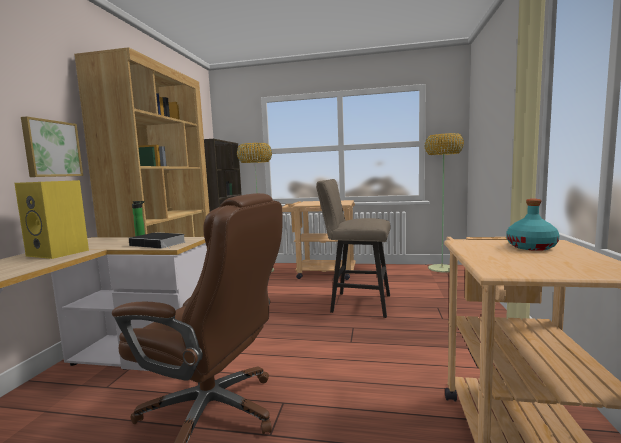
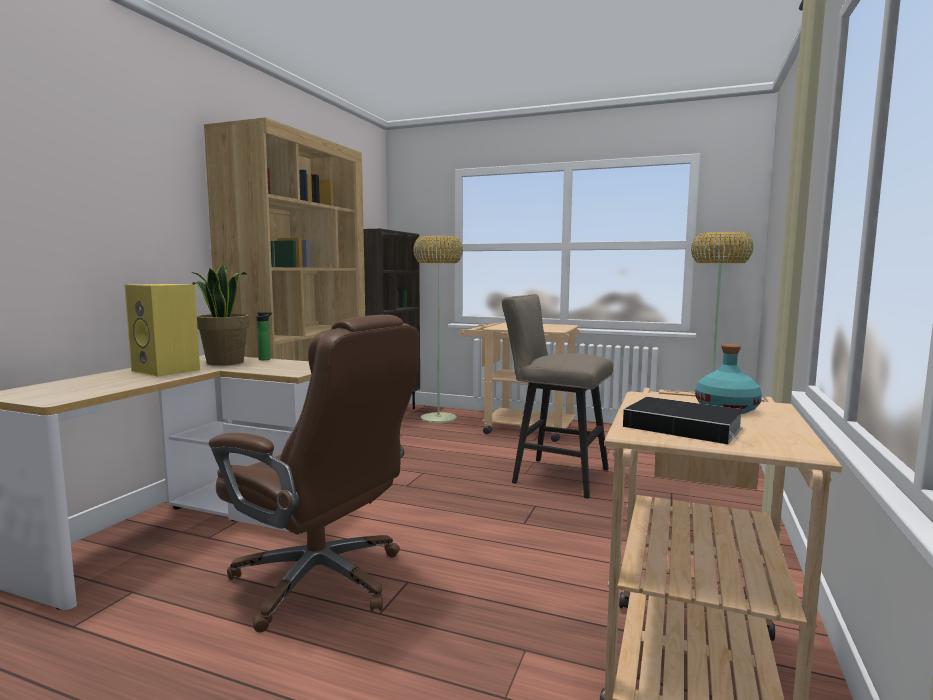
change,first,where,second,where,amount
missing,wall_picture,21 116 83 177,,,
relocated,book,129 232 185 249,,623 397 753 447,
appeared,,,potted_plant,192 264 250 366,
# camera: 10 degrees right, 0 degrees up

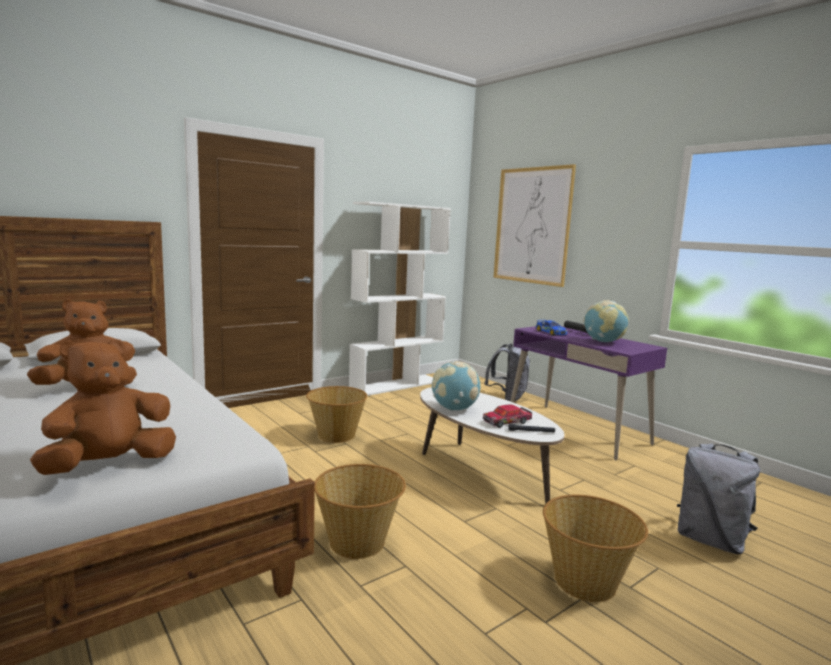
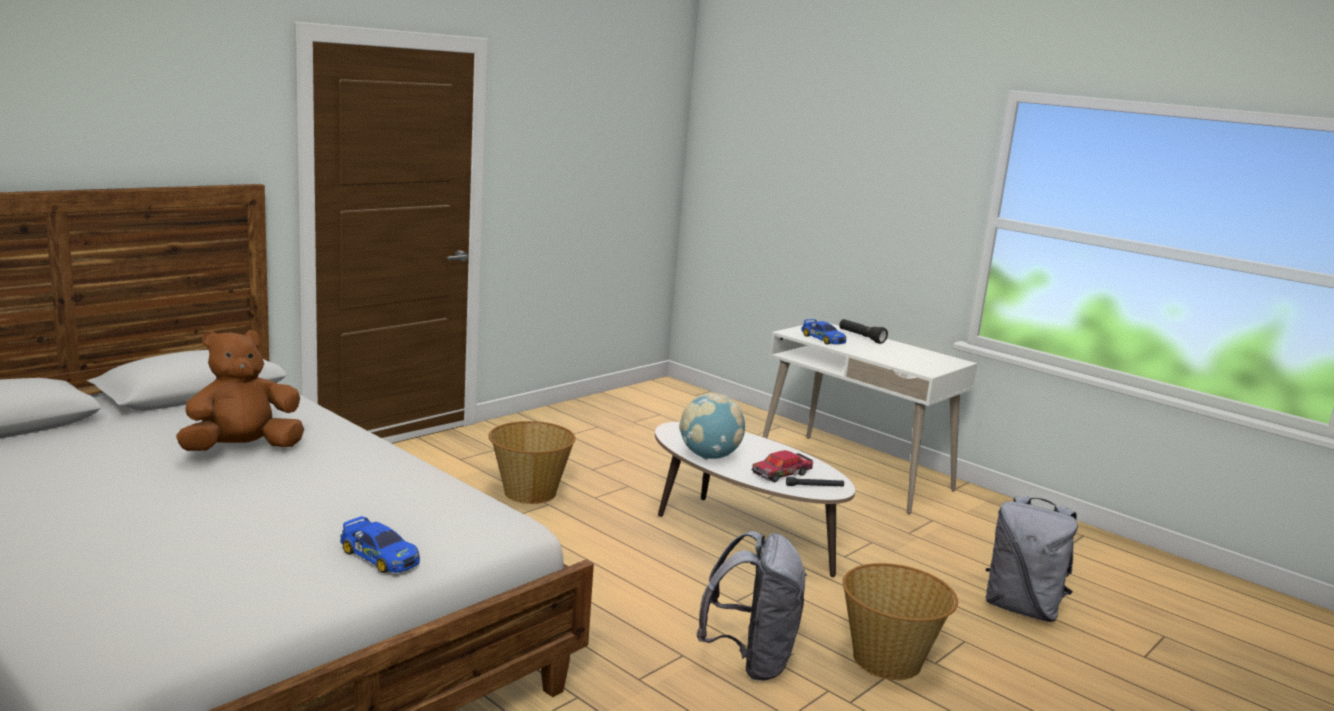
change,first,where,second,where,amount
exchanged,brown_plush_toy,30 339 176 475,miniature_car,340 516 420 573,
missing,storage_basket,315 464 406 559,,,
missing,whitish_bookshelf,349 202 451 396,,,
relocated,grey_backpack,484 343 530 401,,696 531 807 681,
missing,wall_picture,493 164 576 287,,,
colour,purple-coloured_desk_unit,511 326 667 460,whitish_desk_unit,762 323 977 514,
missing,world_globe,583 300 629 342,,,
# camera: 10 degrees left, 5 degrees up

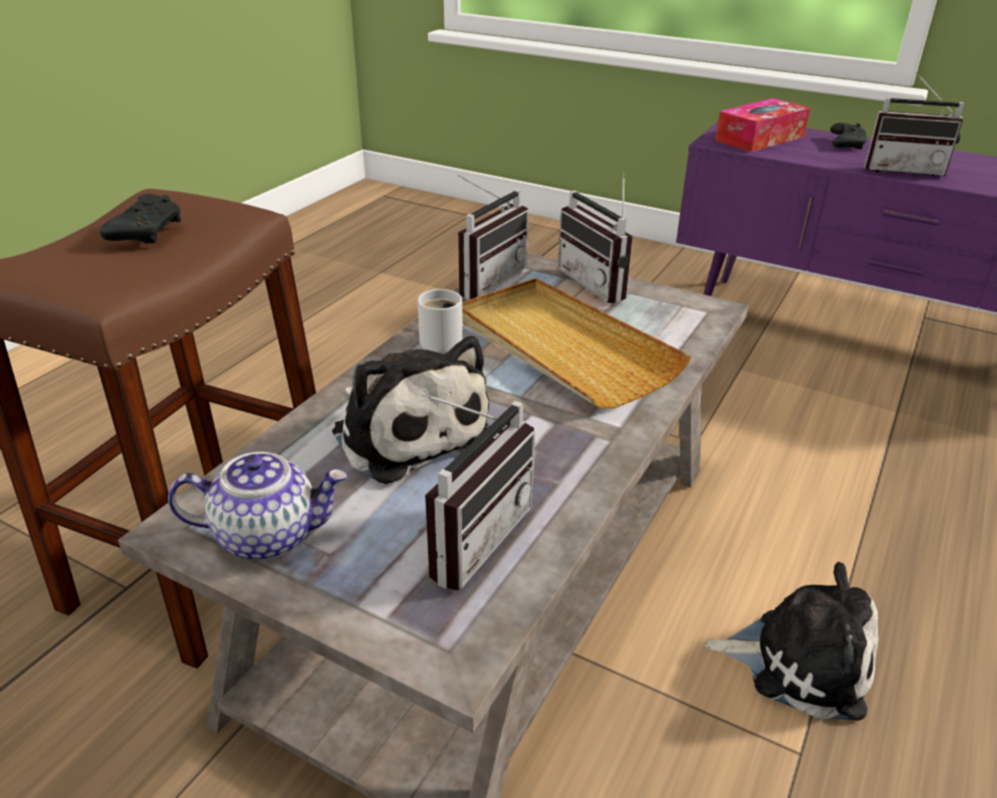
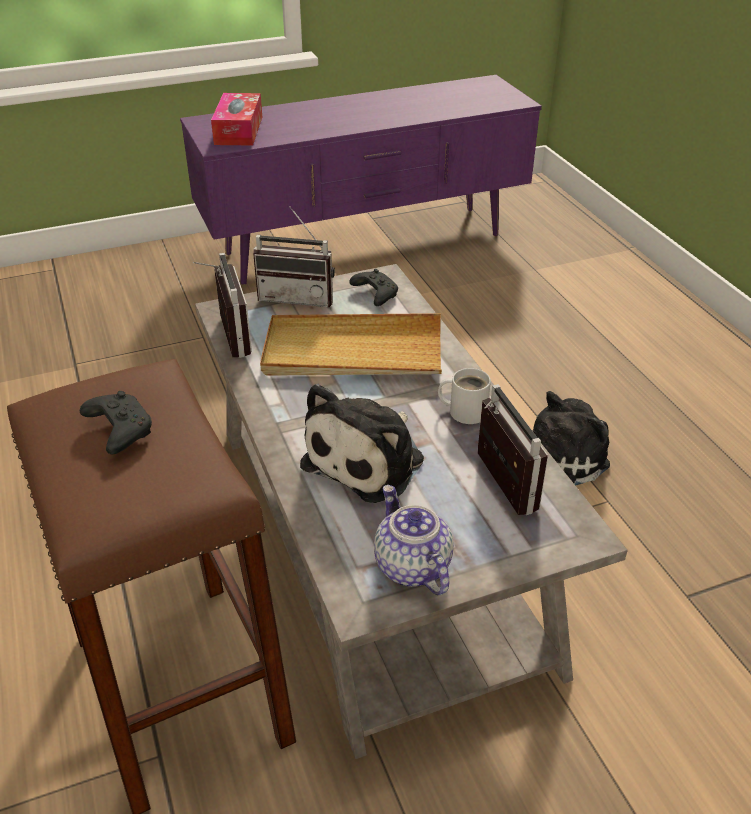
change,first,where,second,where,amount
spun,pot_for_tea,168 452 347 560,,374 485 454 595,60 degrees counterclockwise
spun,plush_toy,332 336 489 484,,300 384 424 503,120 degrees clockwise
relocated,whitish_mug,418 289 463 353,,438 368 491 424,
relocated,blackish_game_controller,830 123 867 149,,350 269 398 306,
missing,radio_receiver,864 72 964 177,,,
# camera: 50 degrees left, 5 degrees up

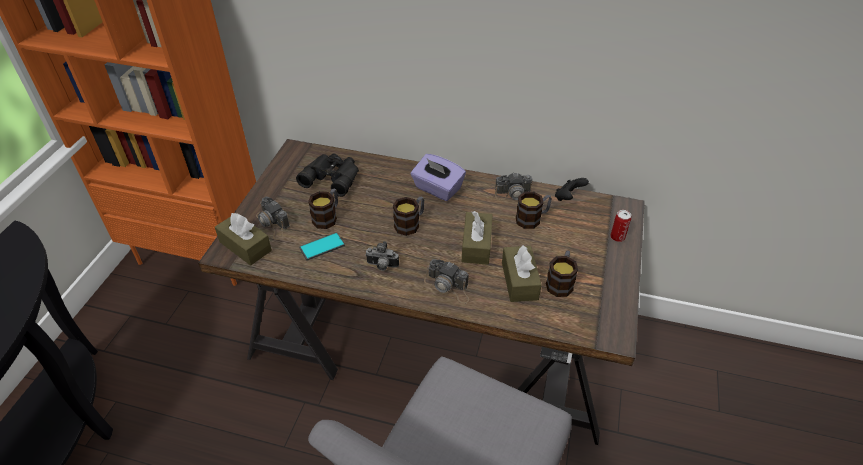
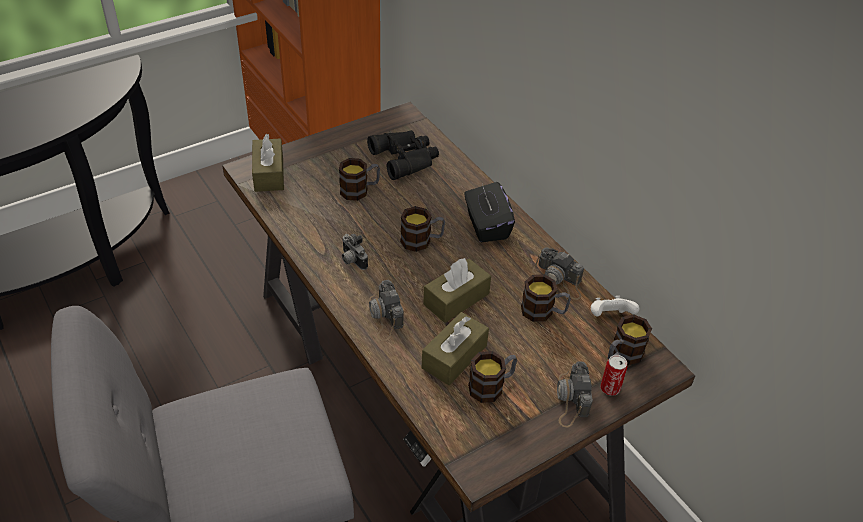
change,first,where,second,where,amount
relocated,photo_camera,256 197 290 240,,557 362 593 427,
missing,handset,299 232 345 261,,,
colour,purple-coloured_box_of_tissues,410 154 466 201,blackish_box_of_tissues,464 182 515 242,
colour,blackish_game_controller,555 178 589 201,whitish_game_controller,591 296 639 316,
appeared,,,mug,608 314 652 365,
# camera: 40 degrees right, 0 degrees up

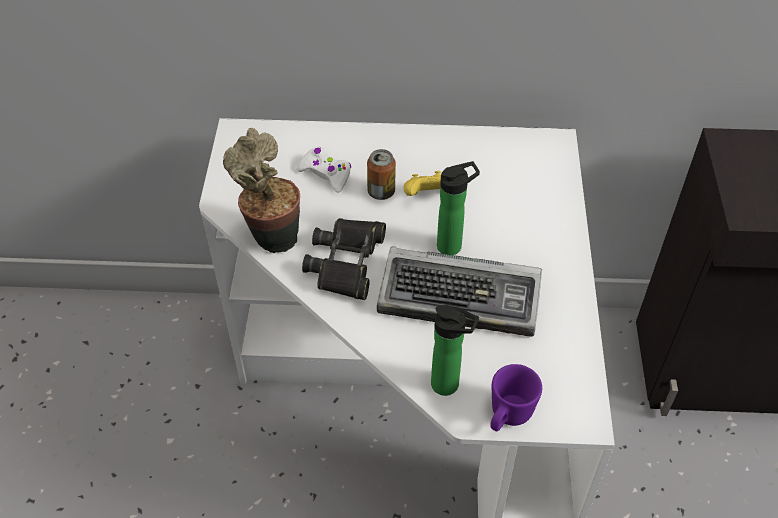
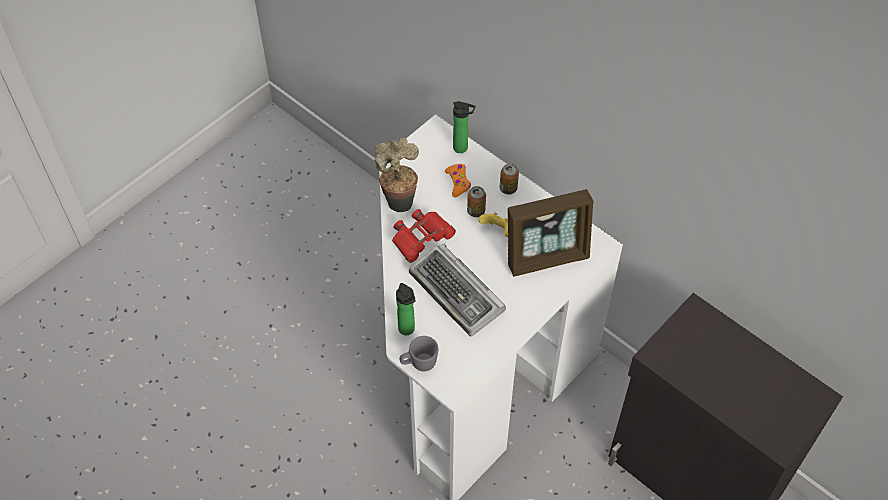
change,first,where,second,where,amount
colour,whitish_game_controller,296 147 351 193,orangey_game_controller,445 164 471 198,
colour,blackish_field_glasses,302 218 386 300,reddish_field_glasses,392 209 456 263,
relocated,beverage_bottle,437 161 480 255,,453 101 475 153,
colour,purple-coloured_mug,490 364 542 431,grey_mug,399 336 438 371,
appeared,,,metal_can,500 164 519 194,
appeared,,,standing_frame,508 189 594 277,
# camera: 40 degrees right, 5 degrees up

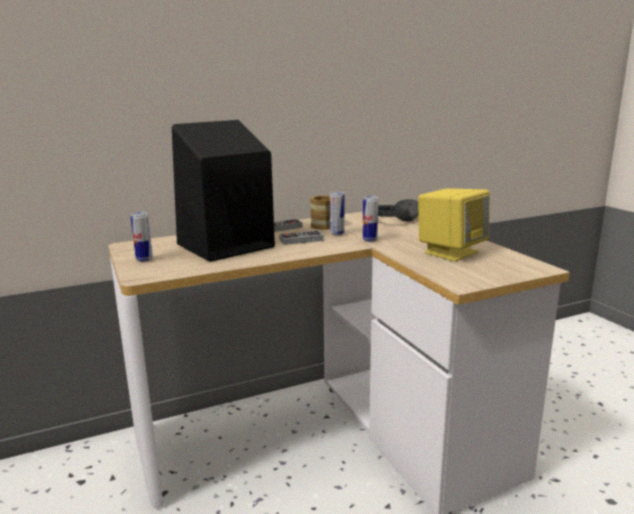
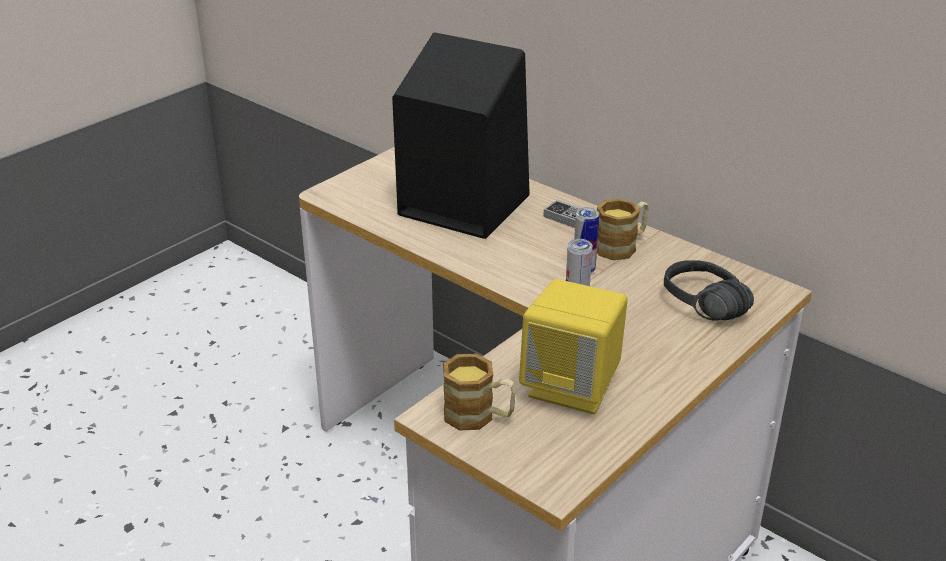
change,first,where,second,where,amount
missing,metal_can,130 212 153 262,,,
missing,game_controller,279 230 324 245,,,
appeared,,,mug,443 354 517 431,
# camera: 65 degrees right, 15 degrees up

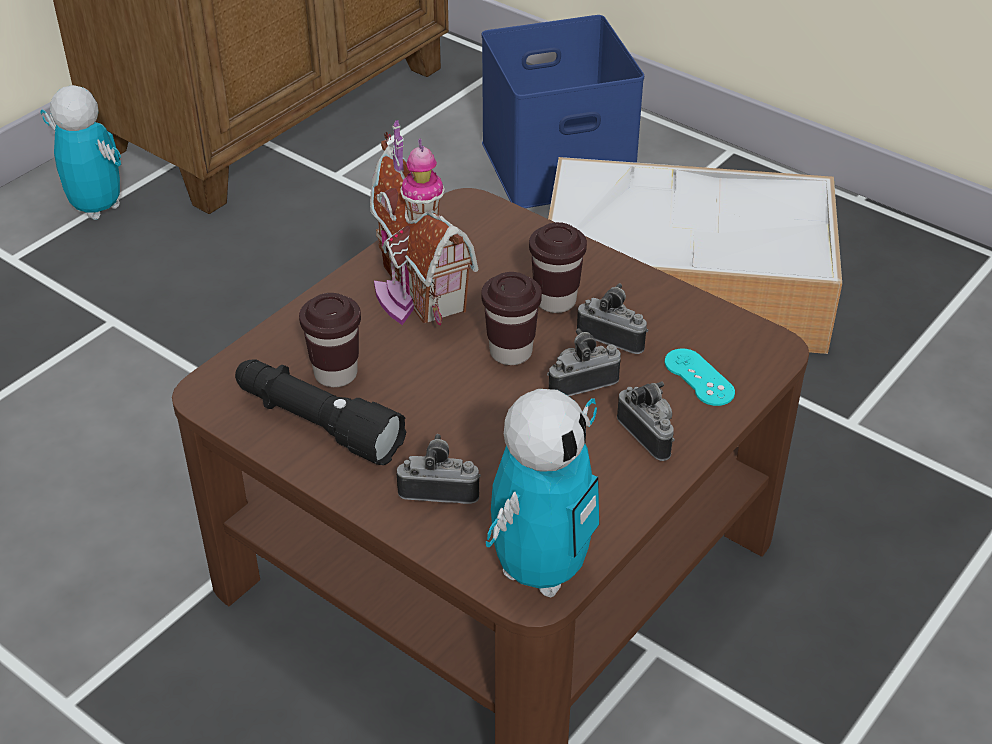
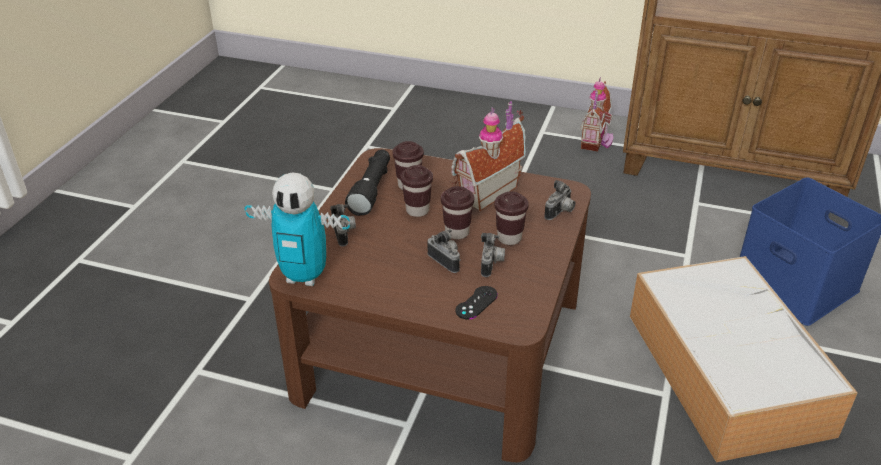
change,first,where,second,where,amount
exchanged,model_robot,40 85 121 220,miniature_house,580 77 613 152,
relocated,photo_camera,617 381 675 461,,544 180 576 220,
colour,turquoise_game_controller,665 348 735 406,blackish_game_controller,455 286 498 319,
appeared,,,brown_cup,401 165 433 217,
# camera: 70 degrees right, 5 degrees down

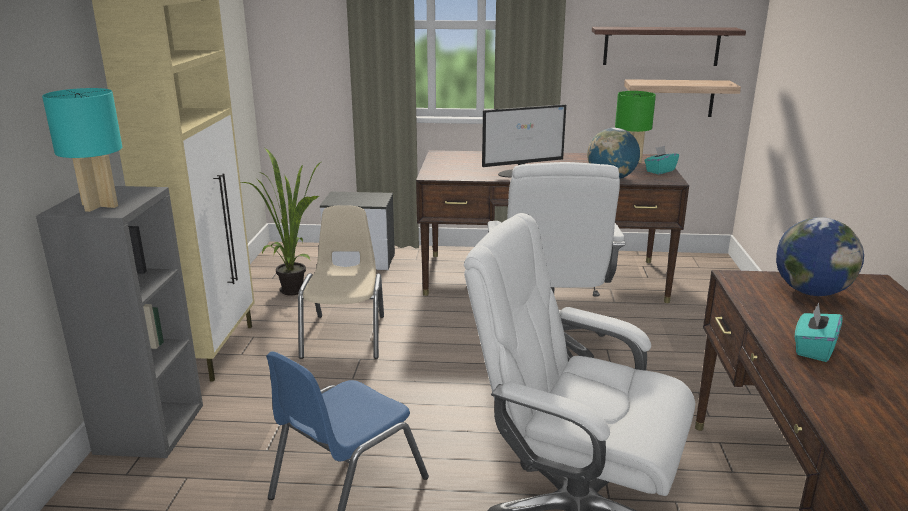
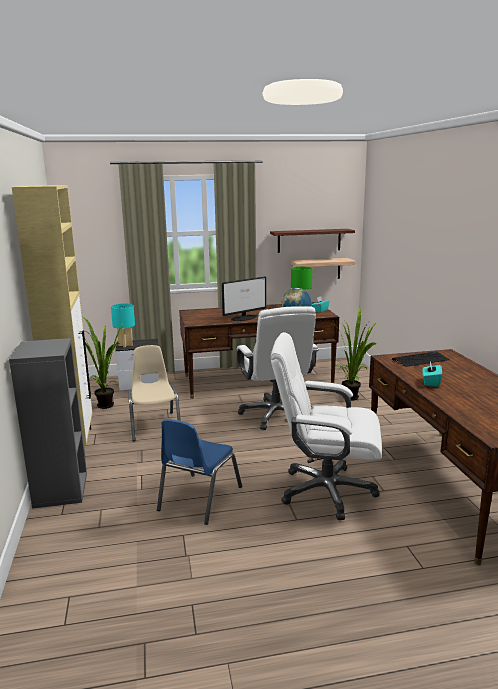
change,first,where,second,where,amount
relocated,turquoise_tabletop_lamp,42 88 122 212,,111 303 135 348,
exchanged,world_globe,776 217 864 296,keyboard,392 352 449 367,
appeared,,,potted_plant,330 307 377 401,
# camera: 15 degrees left, 5 degrees down

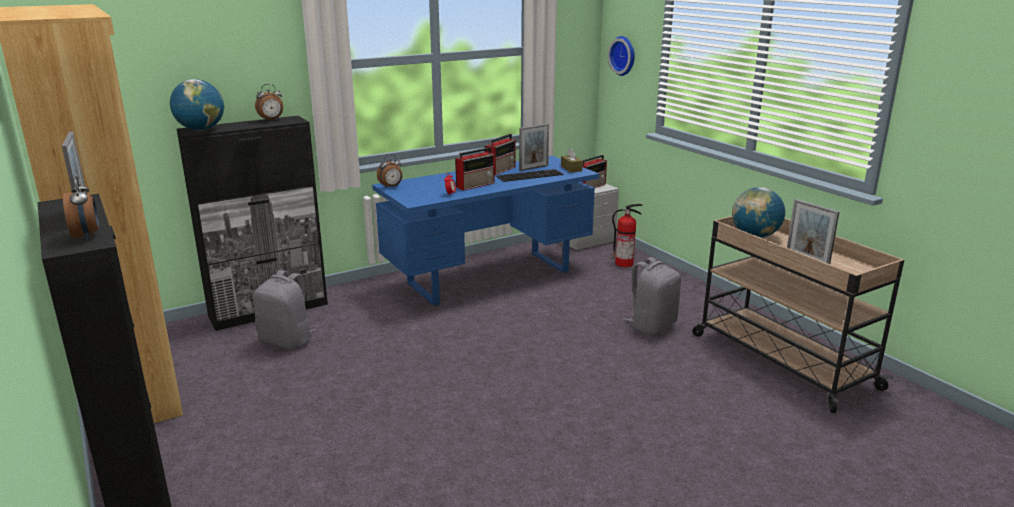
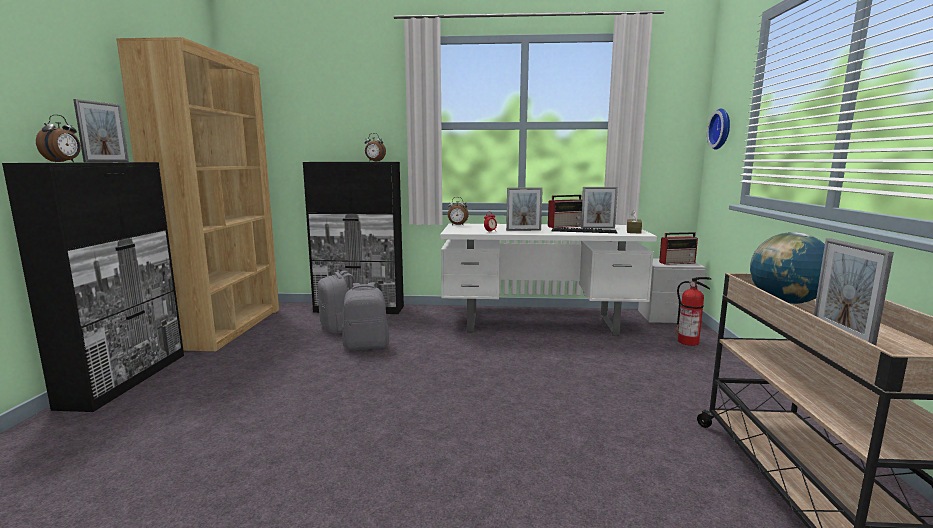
change,first,where,second,where,amount
missing,world_globe,170 79 224 130,,,
colour,blue_desk_unit,372 156 599 306,whitish_desk_unit,440 223 657 336,
exchanged,radio_receiver,455 147 494 191,standing_frame,506 187 543 231,
relocated,grey_backpack,623 257 681 335,,342 282 389 350,
# camera: 35 degrees right, 10 degrees down

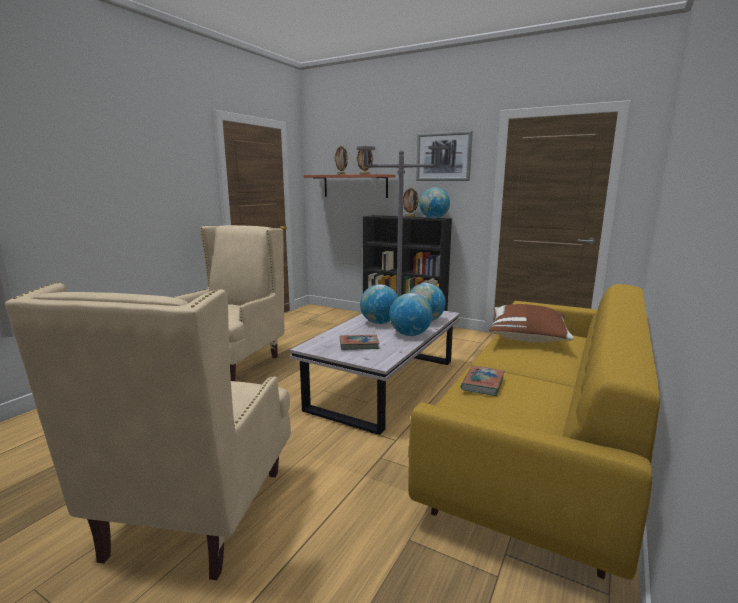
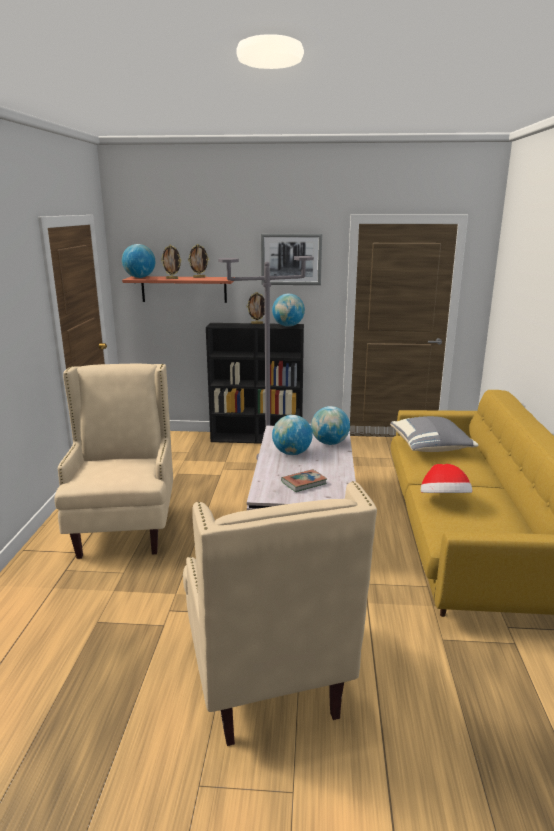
change,first,where,second,where,amount
relocated,world_globe,389 293 433 336,,122 244 155 278,
exchanged,book,461 366 505 396,clothing_hat,421 464 472 493,
colour,brown_throw_pillow,489 304 574 342,grey_throw_pillow,390 416 479 452,
# camera: 25 degrees left, 5 degrees up

